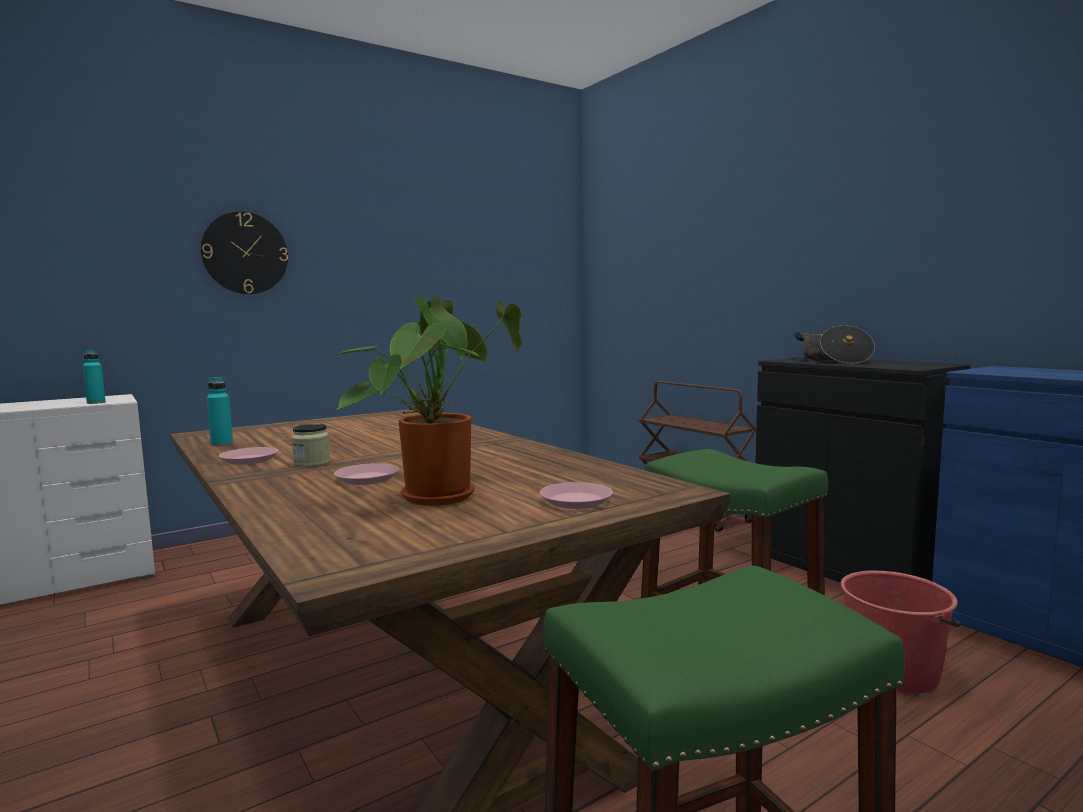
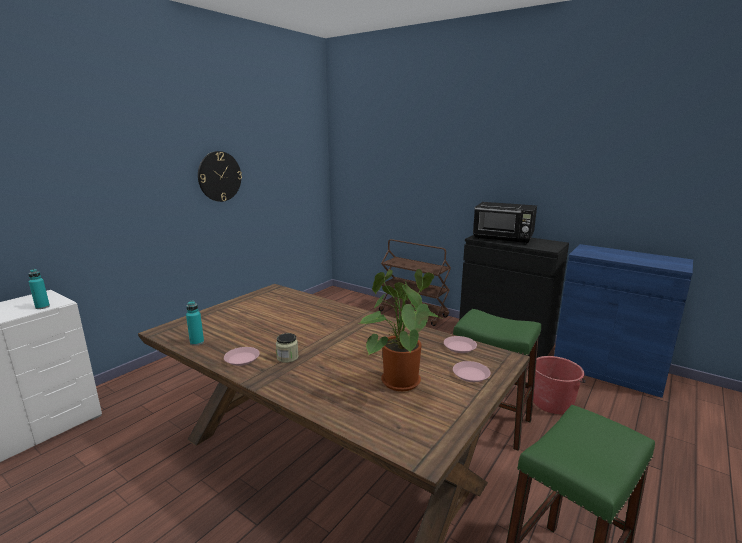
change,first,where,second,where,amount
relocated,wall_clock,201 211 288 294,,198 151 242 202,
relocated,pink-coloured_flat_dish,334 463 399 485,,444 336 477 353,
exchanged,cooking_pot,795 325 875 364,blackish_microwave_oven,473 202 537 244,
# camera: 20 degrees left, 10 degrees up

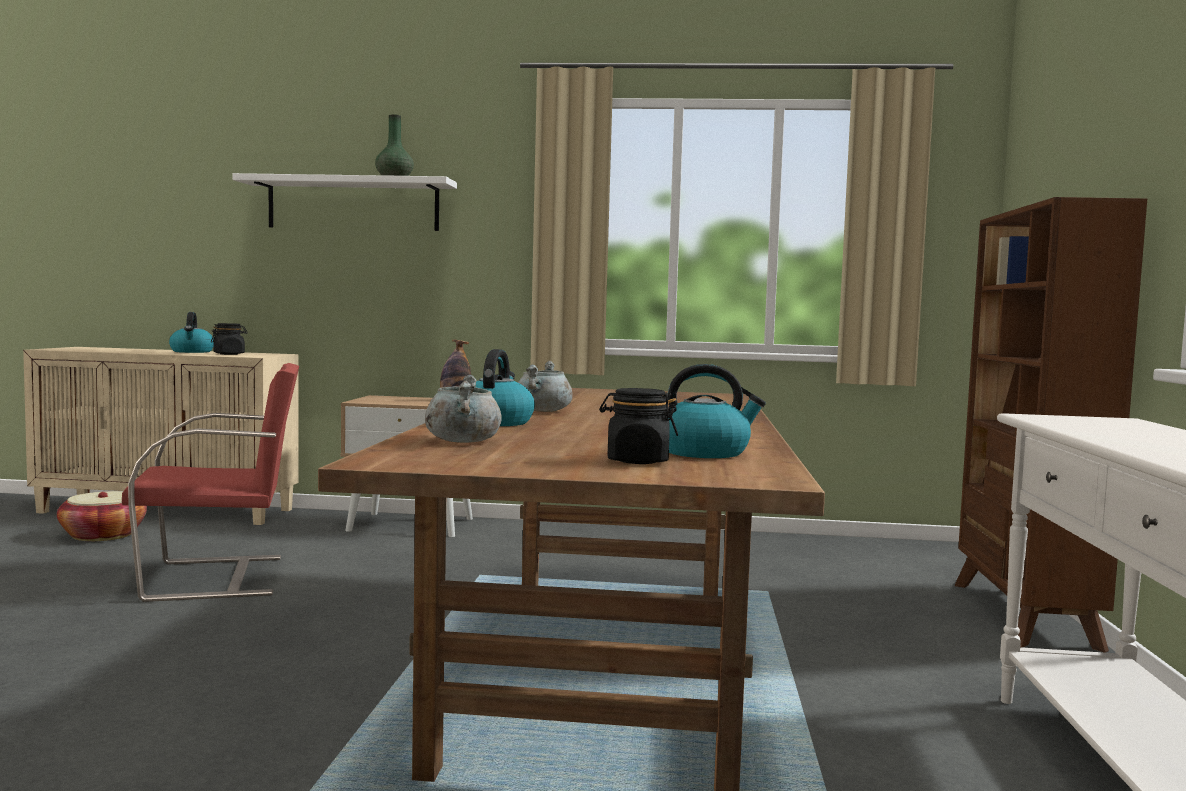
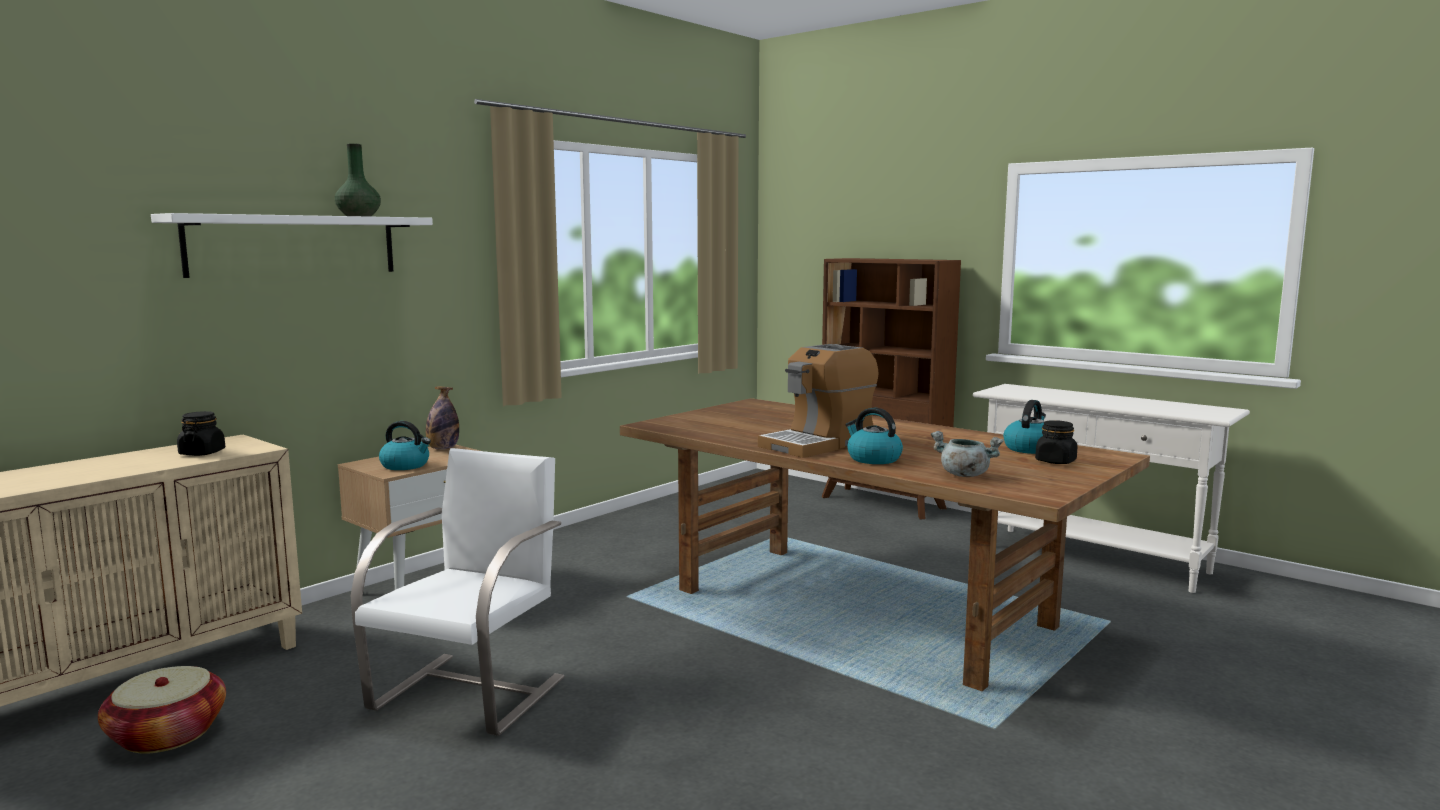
change,first,where,second,where,amount
colour,reddish_chair,122 363 299 602,whitish_chair,351 448 564 736,
relocated,kettle,169 312 214 353,,379 421 431 470,
exchanged,grey_cooking_pot,518 361 573 412,coffee_brewer,758 344 878 458,
# camera: 55 degrees left, 5 degrees up

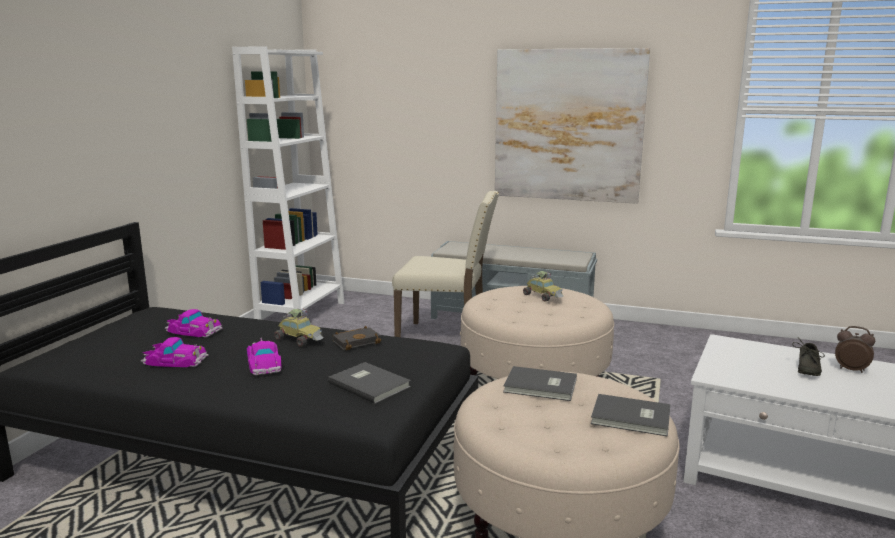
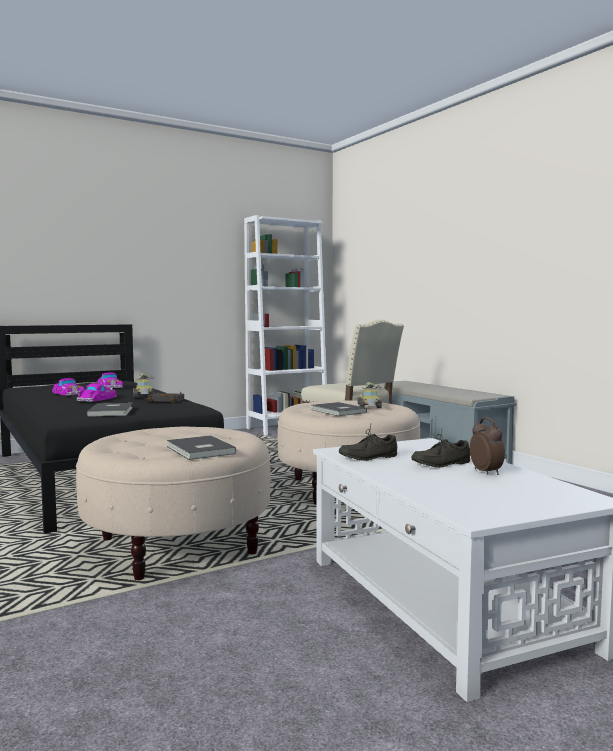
change,first,where,second,where,amount
missing,wall_picture,495 48 650 204,,,
relocated,grey_book,503 366 577 401,,311 402 367 416,
appeared,,,grey_low_shoe,339 425 397 461,
# camera: 40 degrees right, 10 degrees down

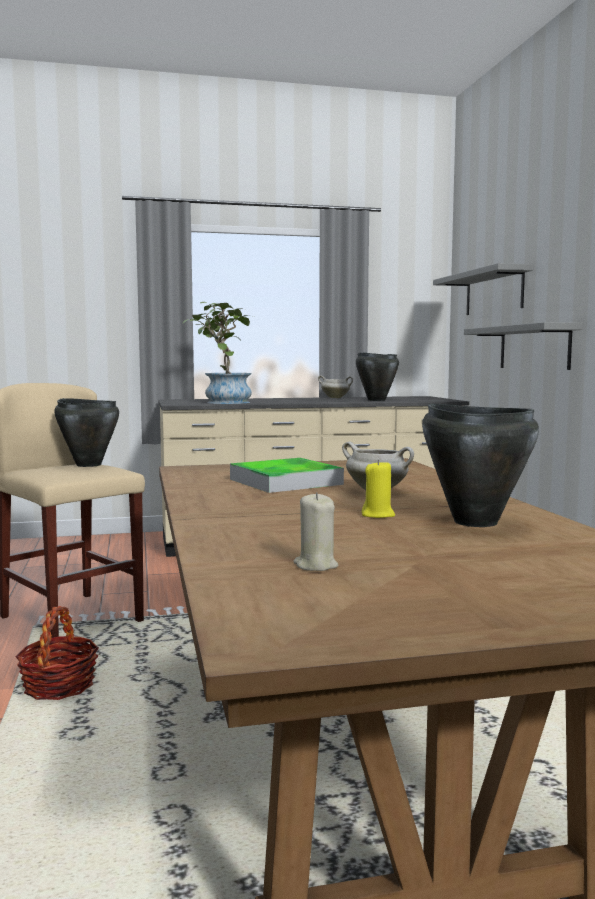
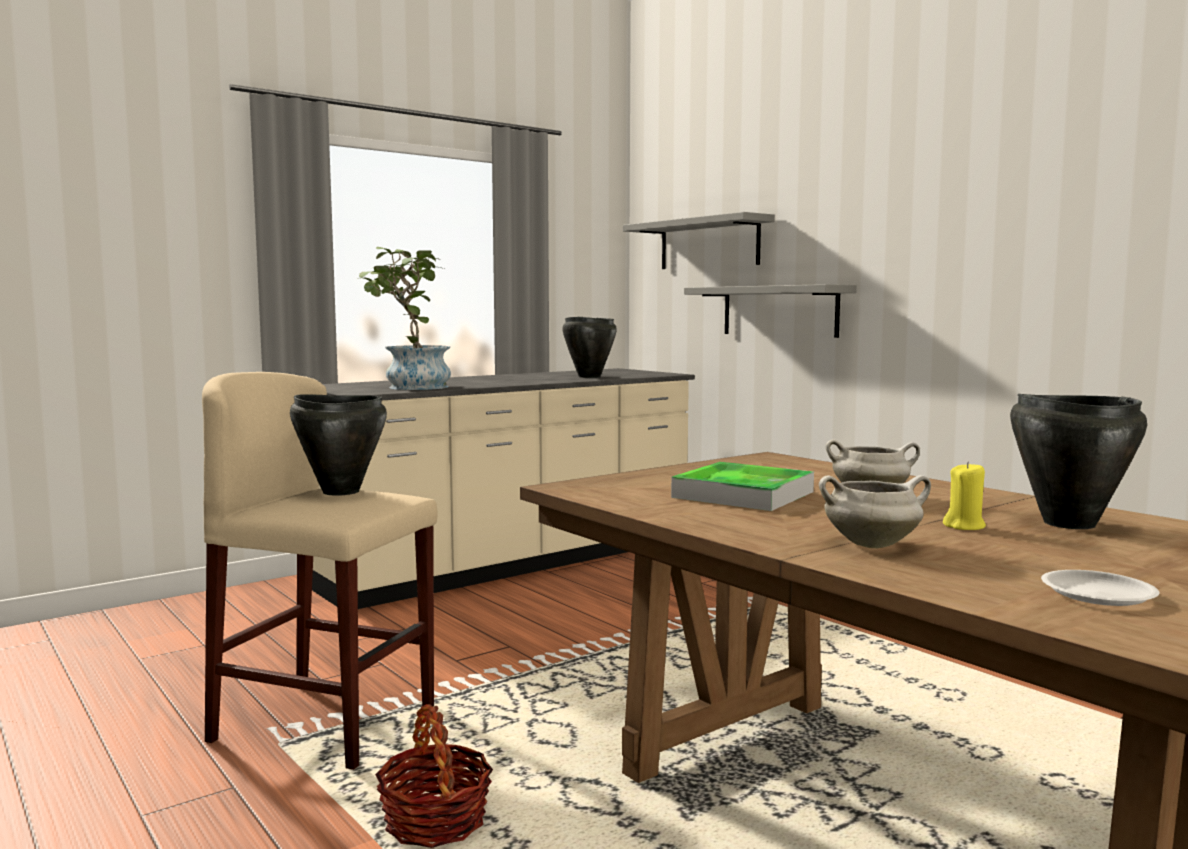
change,first,where,second,where,amount
exchanged,beige-coloured_candle,293 492 338 571,whitish_flat_dish,1041 570 1159 606,
relocated,whitish_cooking_pot,318 375 353 398,,819 475 931 549,
# camera: 25 degrees left, 0 degrees up

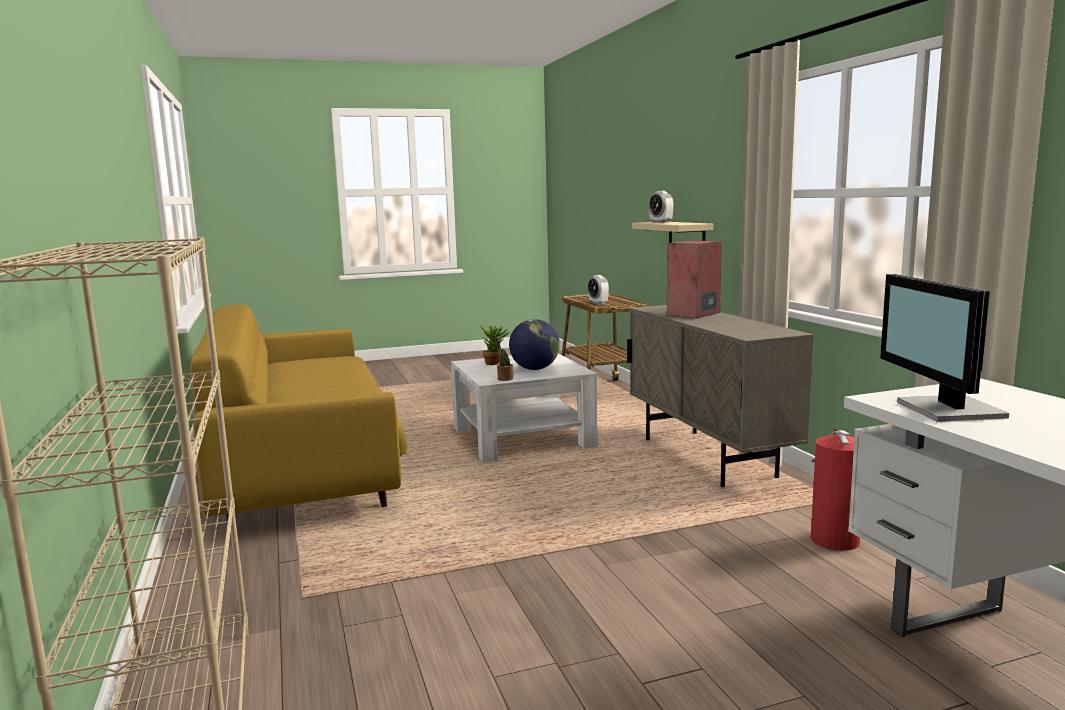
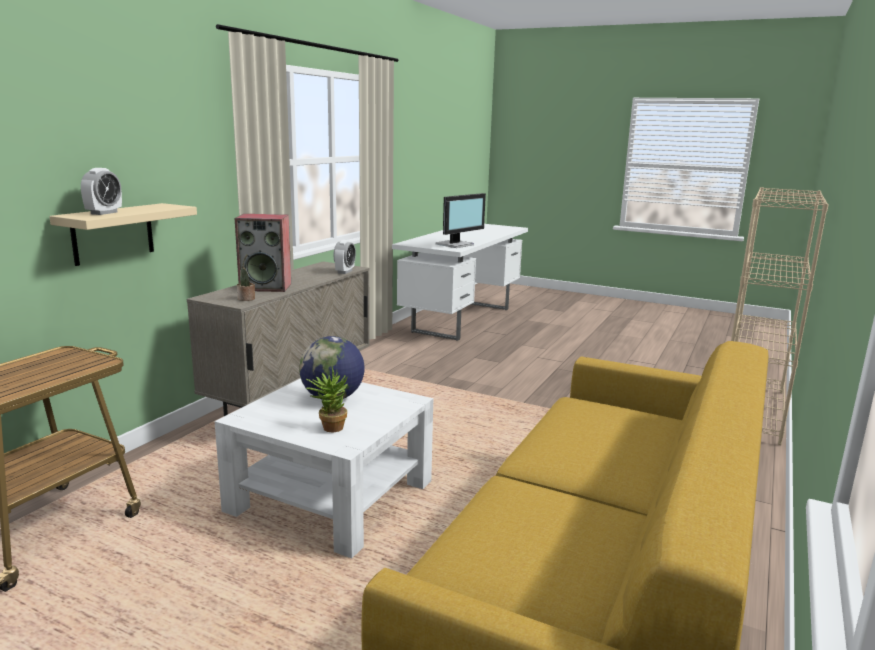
change,first,where,second,where,amount
relocated,potted_plant,494 335 513 381,,237 254 255 301,
relocated,table_clock,587 275 609 304,,334 240 356 274,
missing,fire_extinguisher,811 429 860 551,,,
# camera: 135 degrees left, 5 degrees up

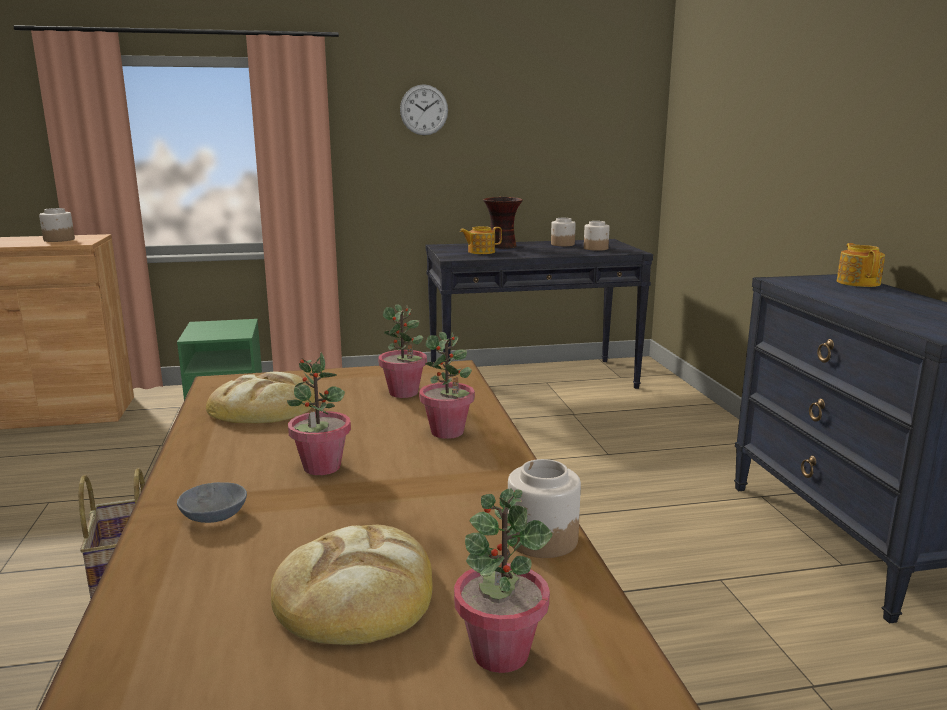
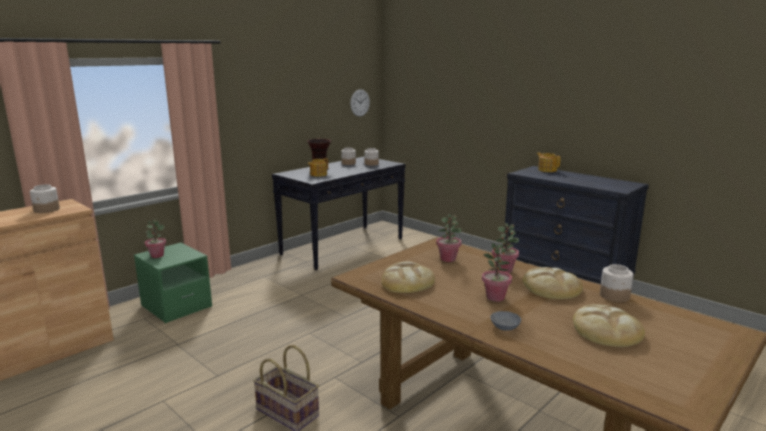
change,first,where,second,where,amount
relocated,wall_clock,400 84 448 135,,350 89 370 117,
relocated,potted_plant,454 488 553 673,,145 219 166 258,
appeared,,,baked_bread,522 267 583 299,
# camera: 35 degrees left, 0 degrees up

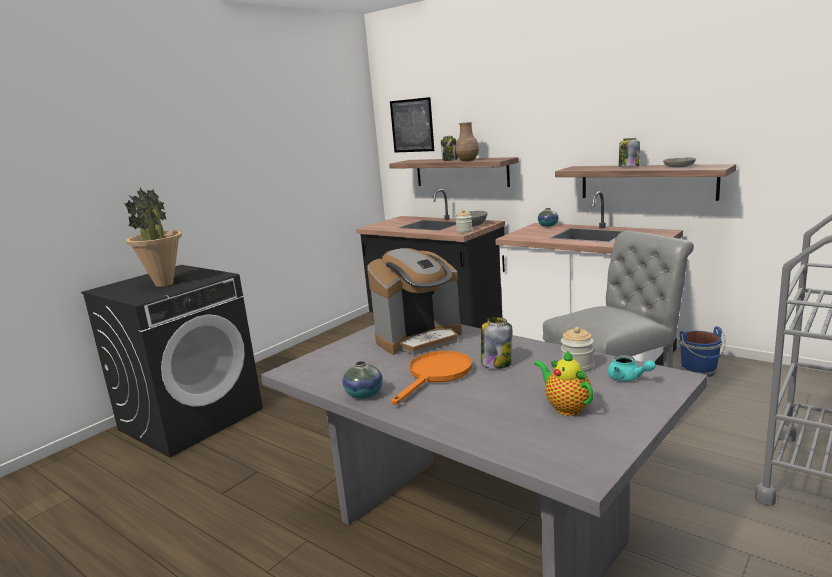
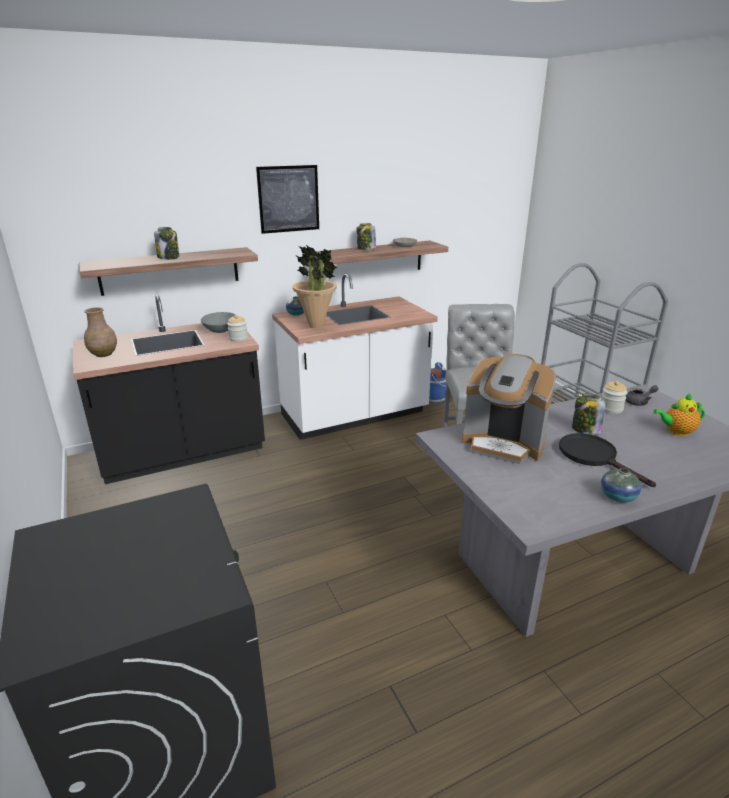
change,first,where,second,where,amount
relocated,potted_plant,124 187 182 287,,292 245 337 328,
spun,coffee_brewer,367 248 462 355,,462 354 556 464,120 degrees clockwise
relocated,wall_picture,390 97 434 153,,256 165 319 234,
colour,orangey_frying_pan,391 351 472 405,blackish_frying_pan,559 433 656 487,
relocated,brown_decorative_vase,455 122 479 161,,84 307 117 357,
colour,turquoise_pot_for_tea,608 355 656 381,grey_pot_for_tea,625 385 659 406,
# camera: 65 degrees left, 10 degrees up

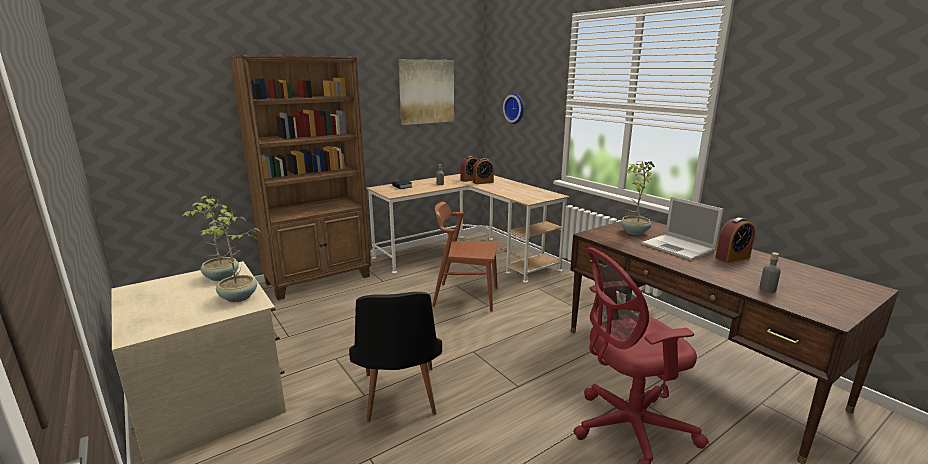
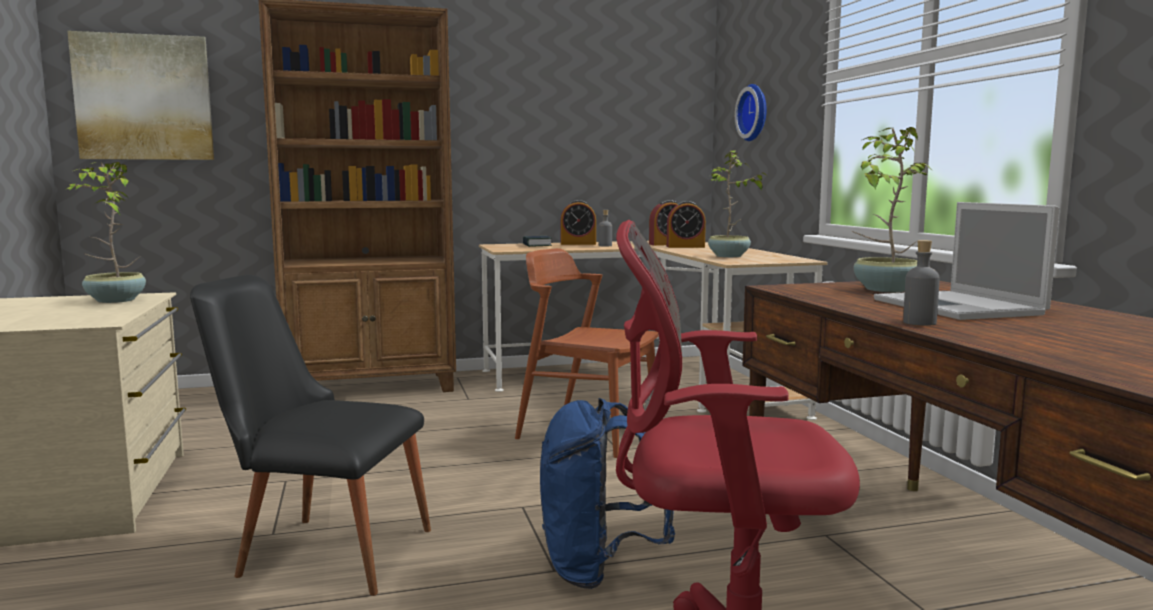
change,first,where,second,where,amount
relocated,potted_plant,201 206 261 302,,708 151 768 257,
spun,blackish_chair,349 292 442 422,,190 275 431 596,90 degrees clockwise
relocated,wall_picture,398 59 454 125,,67 31 214 160,
relocated,table_clock,715 217 755 263,,561 200 596 245,
relocated,grey_beverage_bottle,759 252 781 293,,903 240 940 326,
appeared,,,blue_backpack,540 398 675 589,
# camera: 20 degrees right, 10 degrees down

